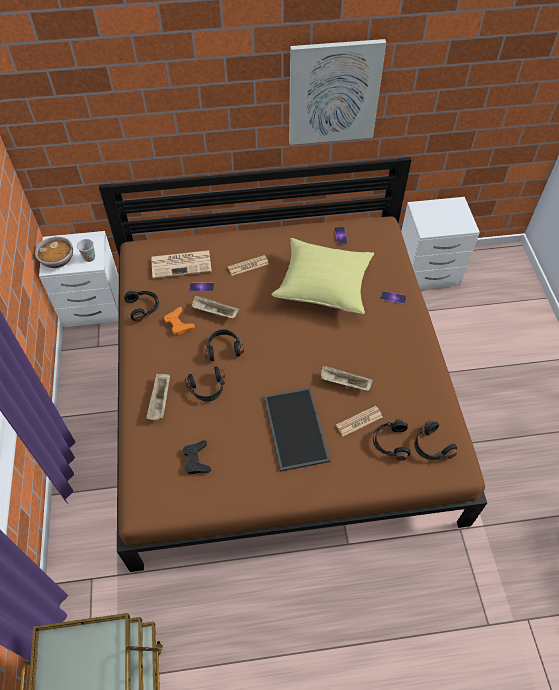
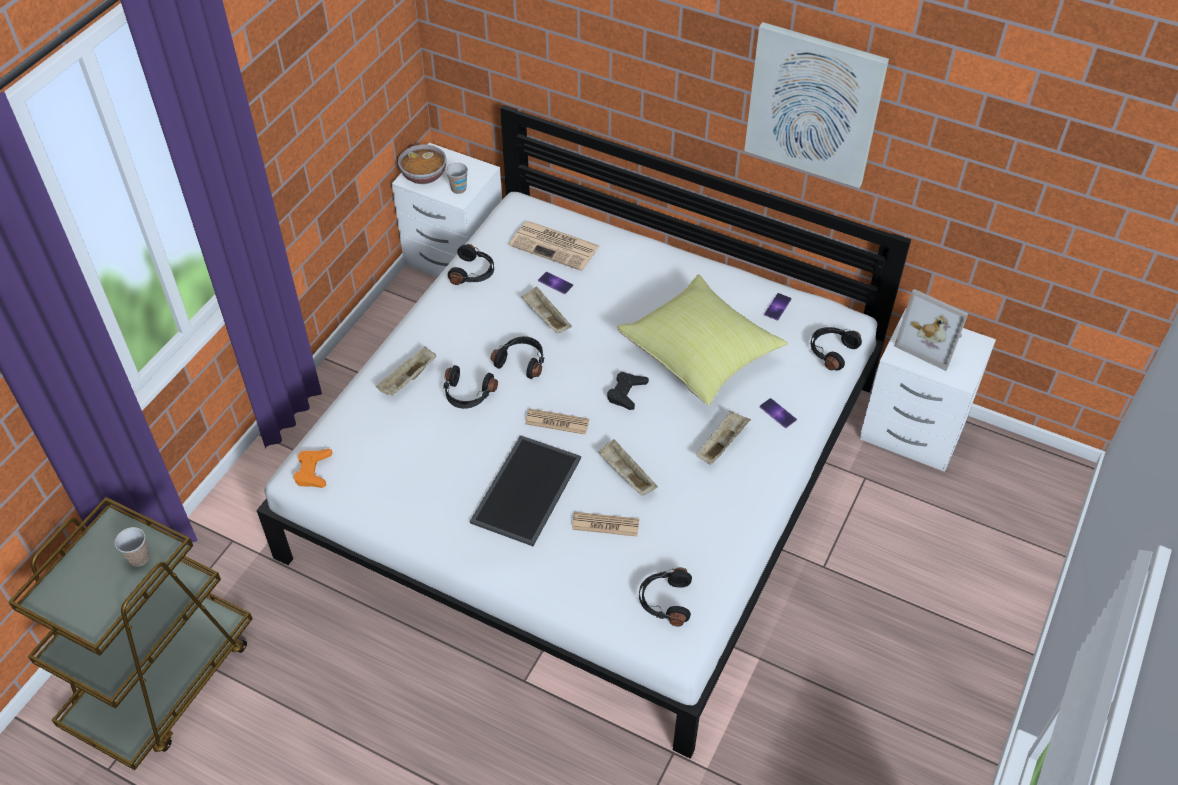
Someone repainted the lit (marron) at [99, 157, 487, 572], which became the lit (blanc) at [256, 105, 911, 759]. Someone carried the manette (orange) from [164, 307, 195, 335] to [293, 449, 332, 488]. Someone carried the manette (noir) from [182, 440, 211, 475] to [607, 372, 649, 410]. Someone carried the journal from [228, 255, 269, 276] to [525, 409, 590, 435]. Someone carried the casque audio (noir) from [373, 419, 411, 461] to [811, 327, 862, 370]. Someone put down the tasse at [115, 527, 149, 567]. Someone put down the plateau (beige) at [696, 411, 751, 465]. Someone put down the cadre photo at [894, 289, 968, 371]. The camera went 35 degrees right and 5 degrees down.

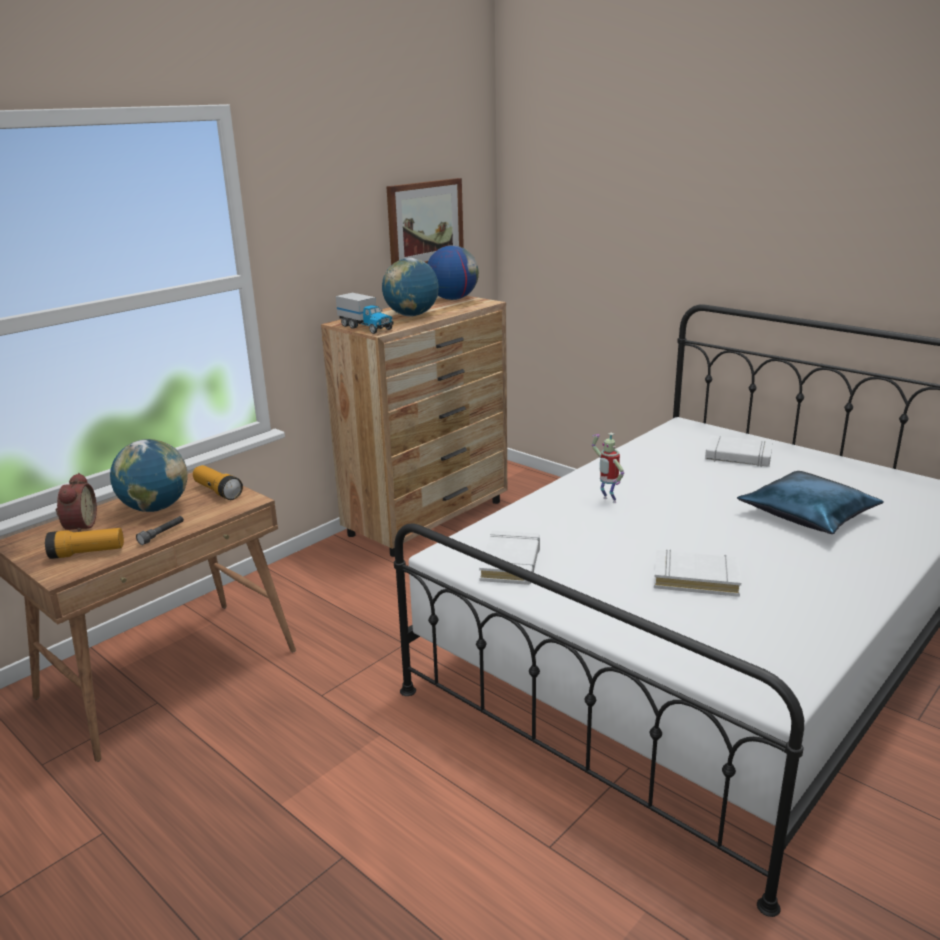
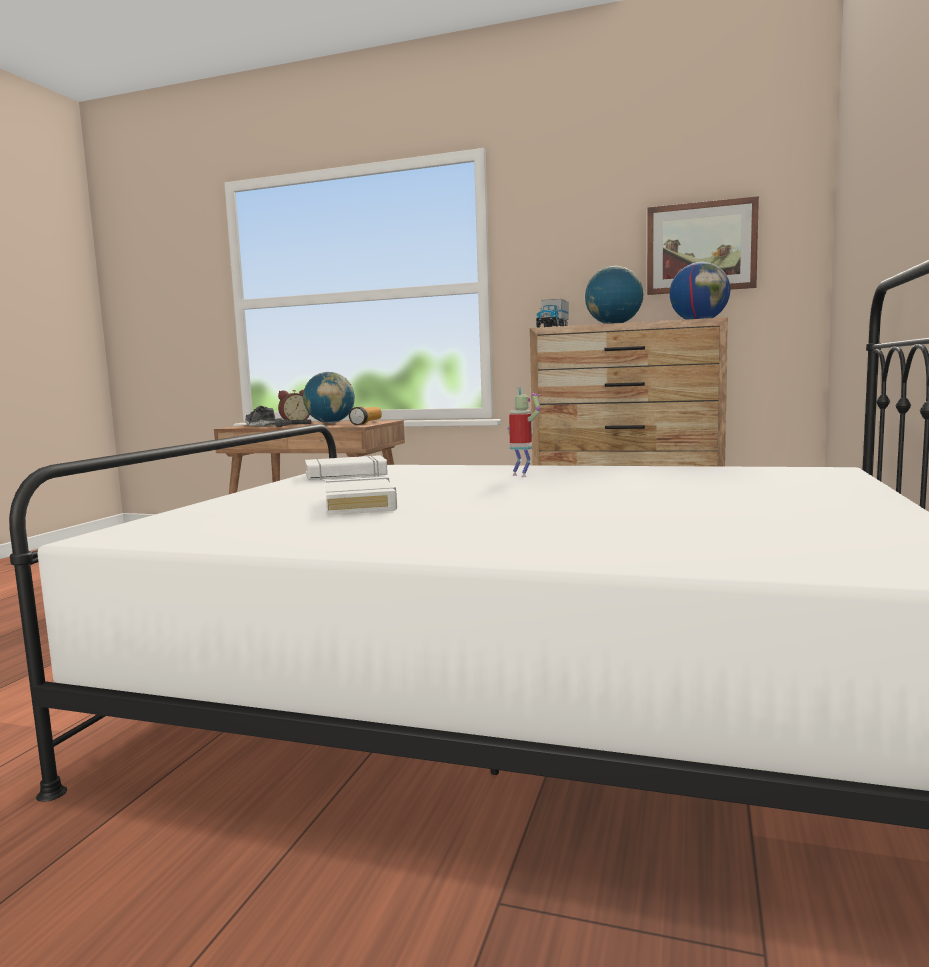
Someone swapped the lampe de poche at [45, 528, 124, 559] for the chaussure at [245, 406, 276, 427]. Someone rotated the robot jouet at [592, 433, 624, 503] by 120 degrees clockwise. Someone took away the livre (blanc) at [705, 435, 773, 467]. Someone took away the coussin (bleu) at [737, 471, 884, 534]. The camera went 65 degrees right and 15 degrees down.

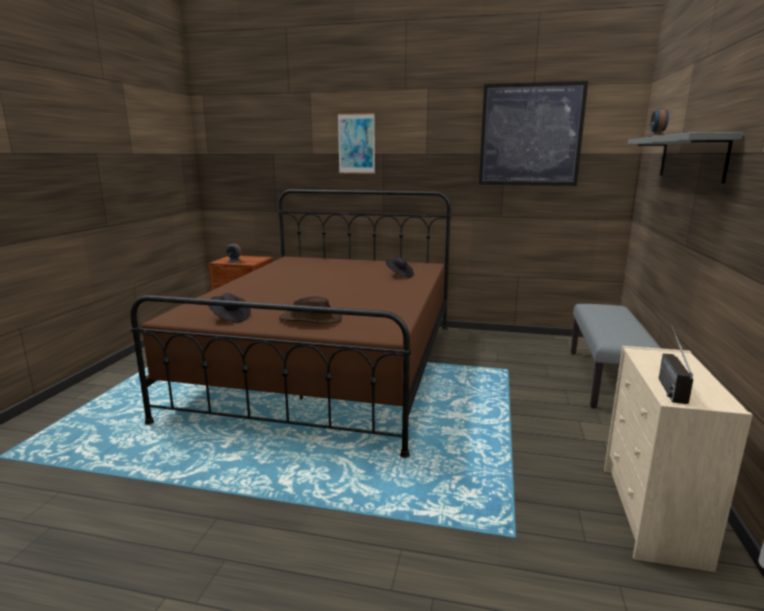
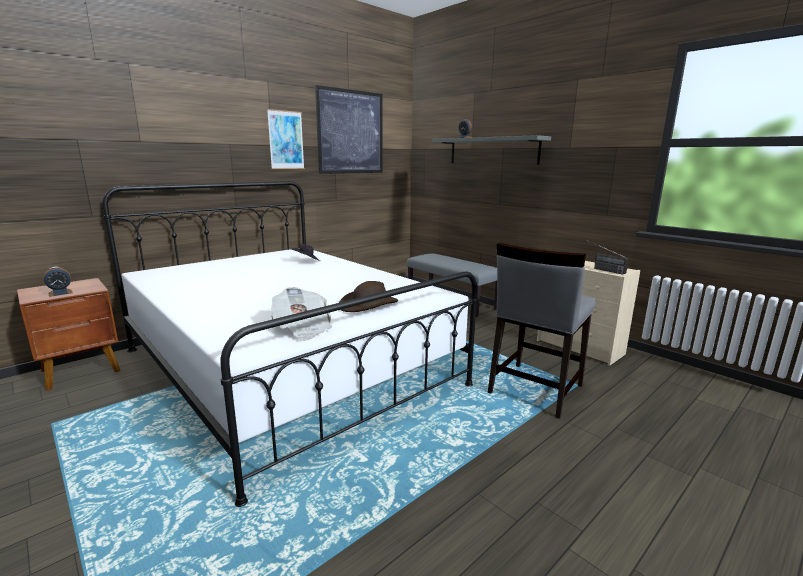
Someone repainted the lit (marron) at [130, 189, 451, 458], which became the lit (blanc) at [102, 181, 478, 507]. Someone swapped the chapeau (noir) at [208, 293, 251, 322] for the journal at [271, 287, 332, 341]. Someone carried the tableau from [338, 113, 375, 174] to [267, 109, 304, 169]. Someone put down the chaise (gris) at [488, 243, 596, 419]. The camera went 55 degrees left and 0 degrees up.

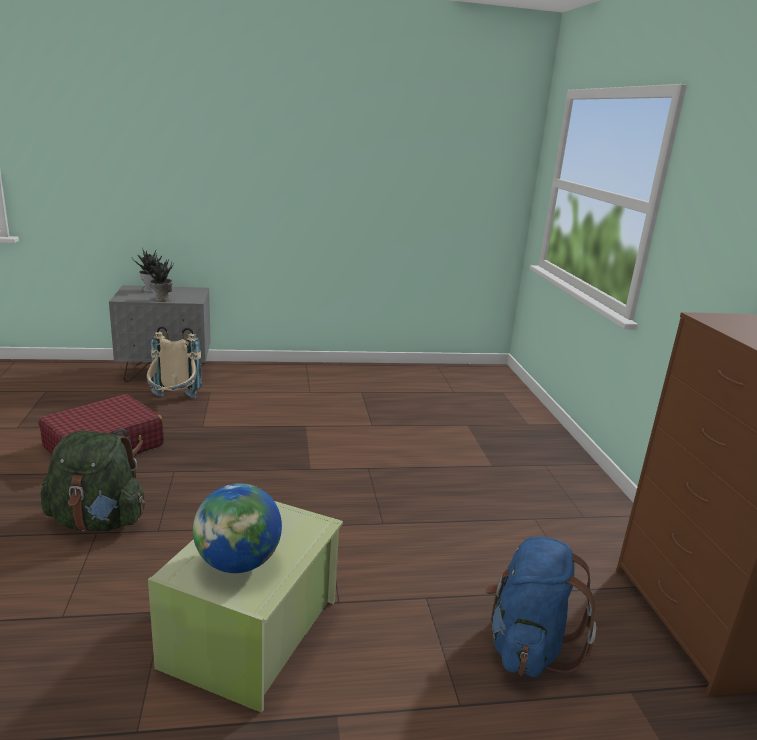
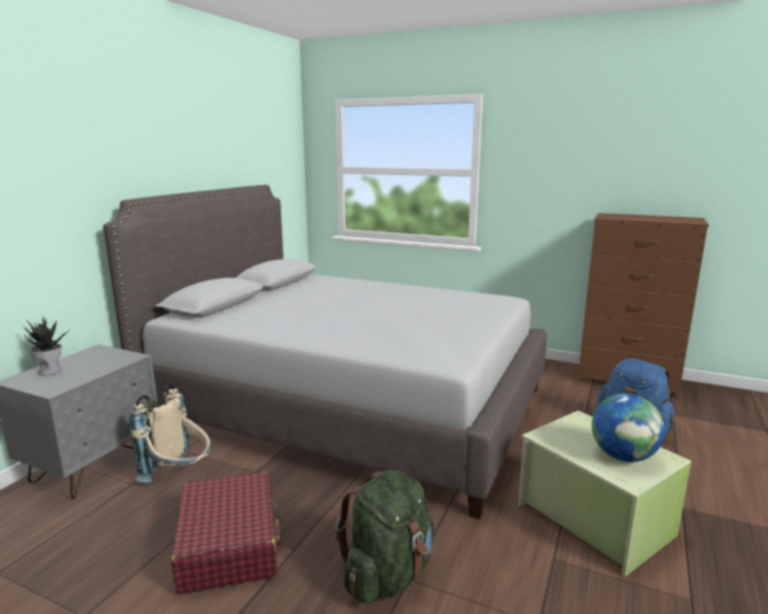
Someone took away the plante en pot at [142, 256, 173, 302]. Someone put down the lit (gris) at [103, 185, 547, 519]. The camera went 55 degrees left and 5 degrees down.

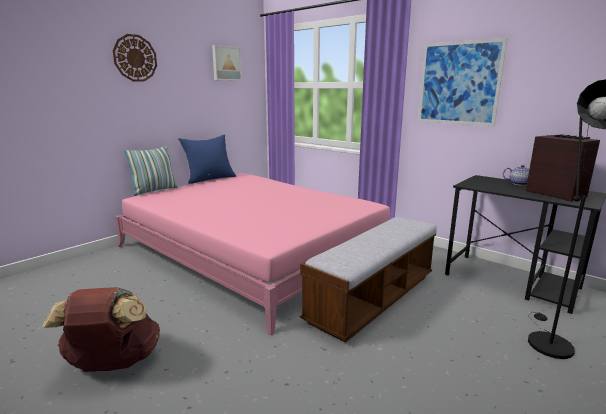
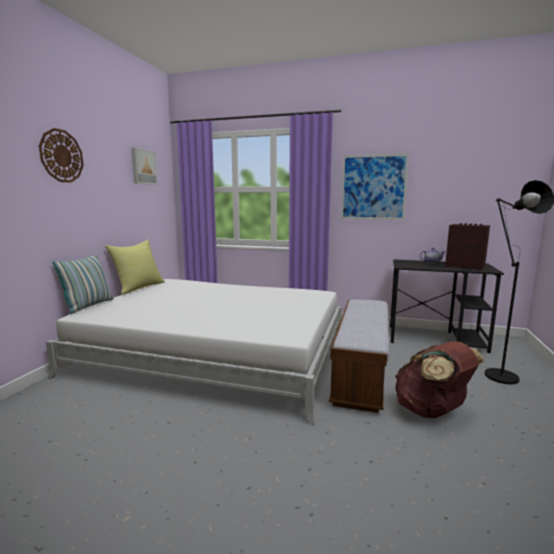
Someone carried the sac à dos (marron) from [43, 287, 160, 372] to [395, 341, 484, 418]. Someone repainted the lit (rose) at [115, 173, 390, 336], which became the lit (blanc) at [46, 279, 342, 425]. Someone repainted the coussin (bleu) at [179, 134, 236, 184], which became the coussin (jaune) at [105, 240, 165, 294]. The camera went 25 degrees left and 5 degrees down.

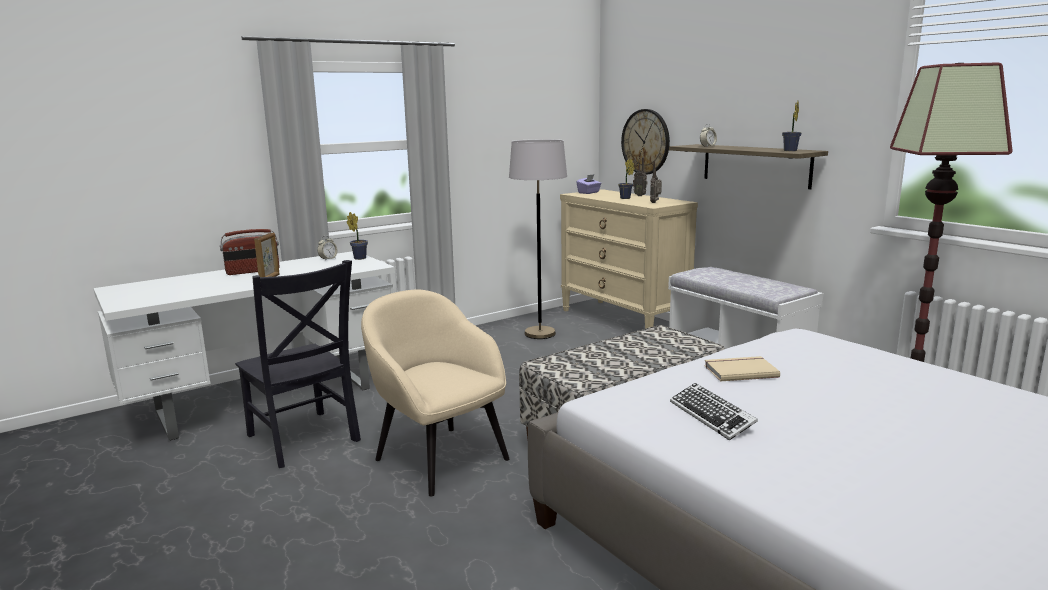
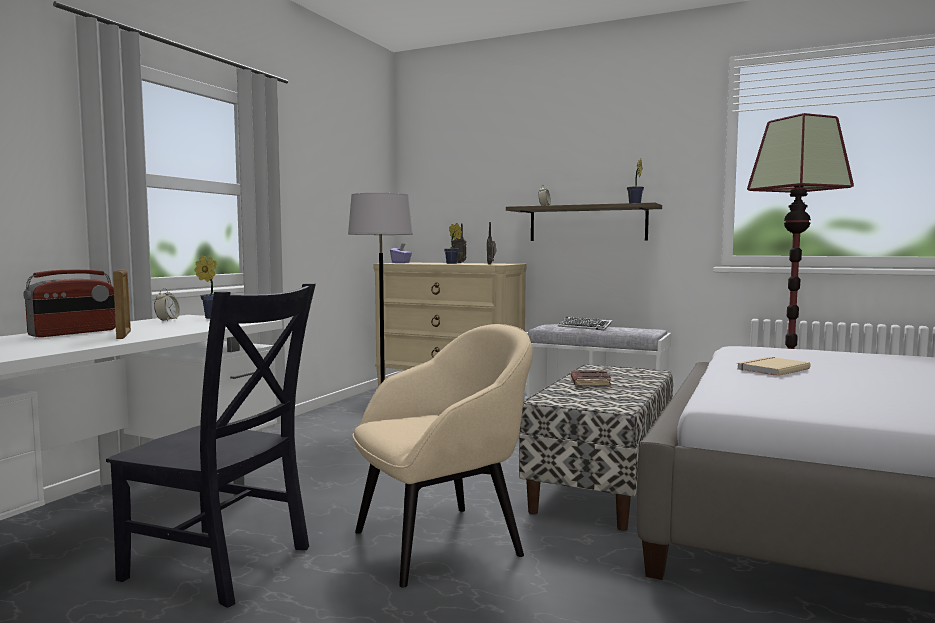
Someone rotated the fauteuil (beige) at [361, 290, 510, 497] by 135 degrees clockwise. Someone took away the horloge murale at [621, 109, 670, 175]. Someone carried the clavier from [670, 383, 758, 441] to [558, 316, 613, 330]. Someone put down the livre (marron) at [571, 370, 611, 386]. The camera went 30 degrees left and 10 degrees down.

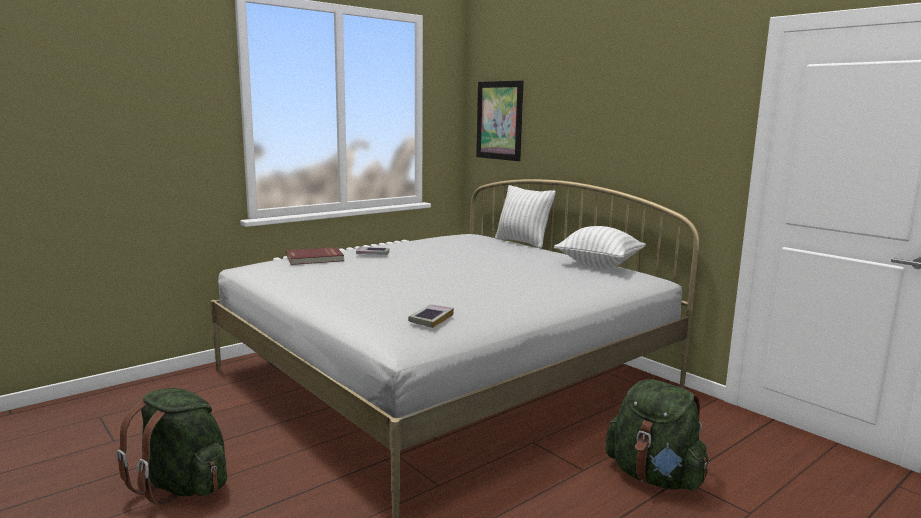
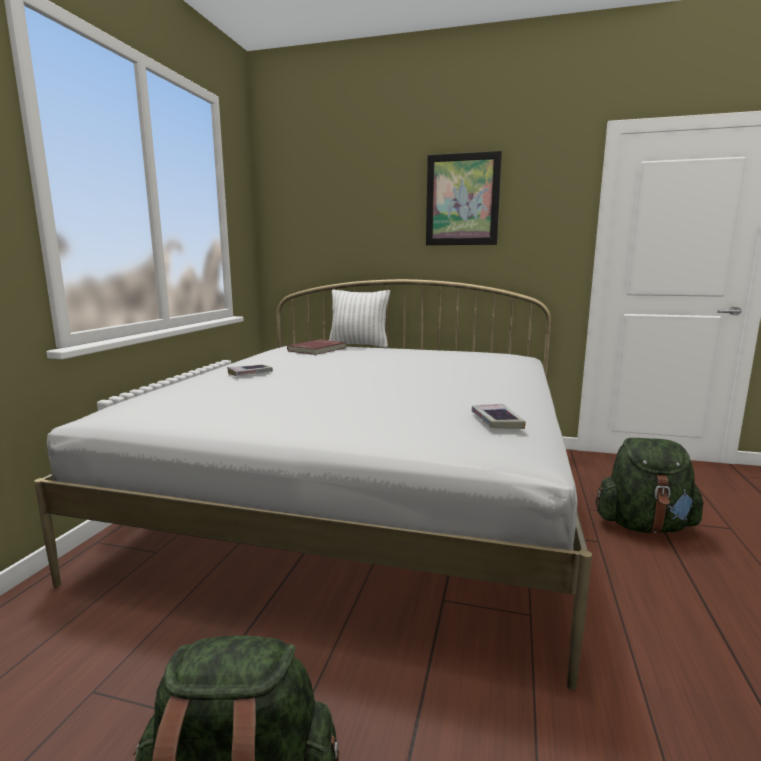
Someone carried the livre (rouge) from [286, 247, 344, 265] to [287, 339, 346, 355]. Someone carried the tableau from [476, 80, 523, 161] to [426, 151, 502, 245]. Someone took away the coussin (blanc) at [554, 226, 646, 268]. The camera went 35 degrees left and 0 degrees up.

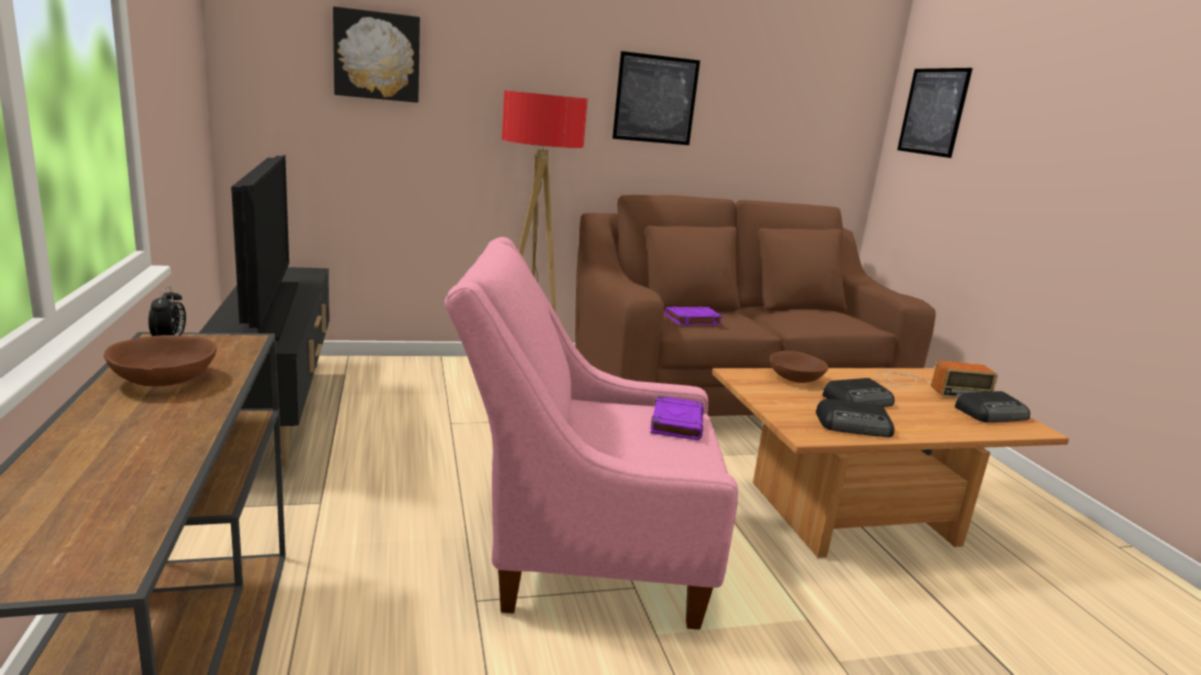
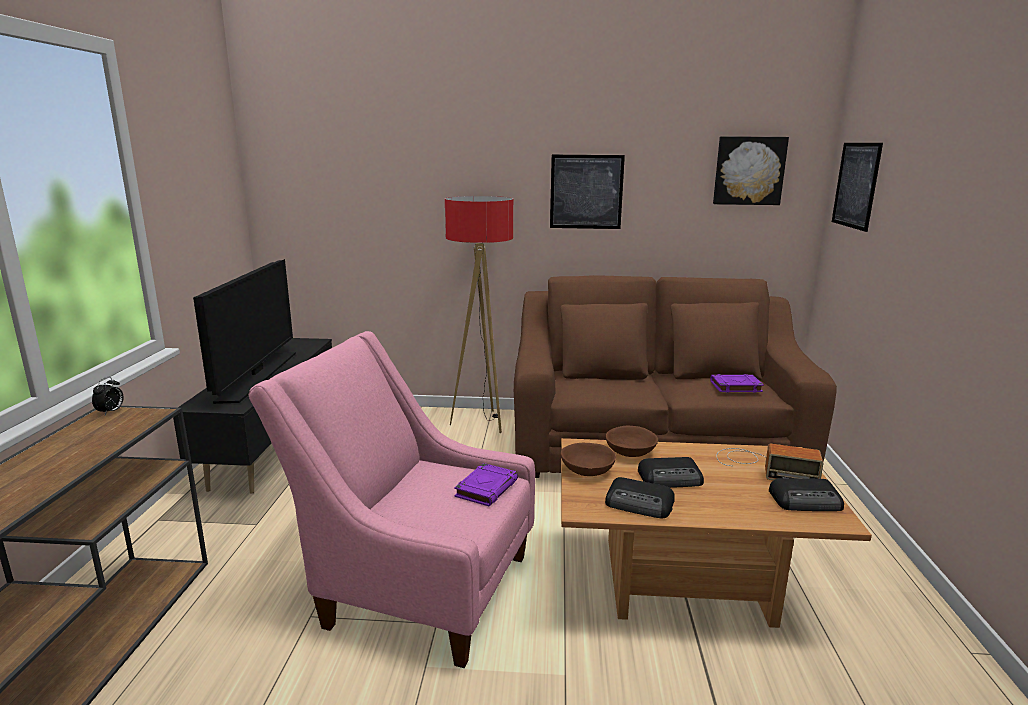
Someone carried the bol (marron) from [104, 335, 217, 386] to [561, 443, 616, 476]. Someone carried the tableau from [333, 6, 420, 103] to [713, 136, 789, 205]. Someone carried the livre (violet) from [665, 306, 723, 325] to [710, 374, 764, 392]. The camera went 20 degrees right and 0 degrees up.

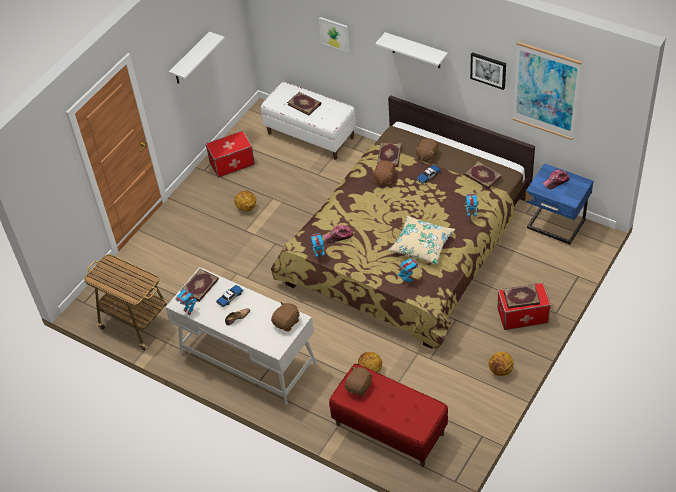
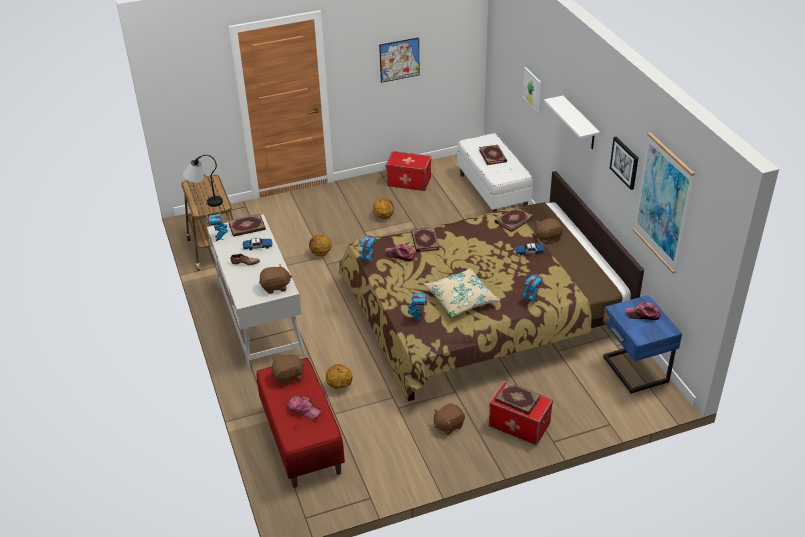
Someone swapped the étagère (blanc) at [169, 31, 225, 84] for the tableau at [379, 37, 420, 83]. Someone carried the peluche (marron) from [372, 160, 395, 185] to [434, 403, 465, 435]. Someone carried the livre from [464, 161, 502, 189] to [411, 227, 439, 252]. Someone carried the ballon de basket from [489, 352, 514, 376] to [309, 234, 332, 257]. Someone put down the lampe de table at [183, 155, 223, 207]. Someone put down the casquette at [287, 396, 322, 419]. The camera went 35 degrees right and 10 degrees down.

